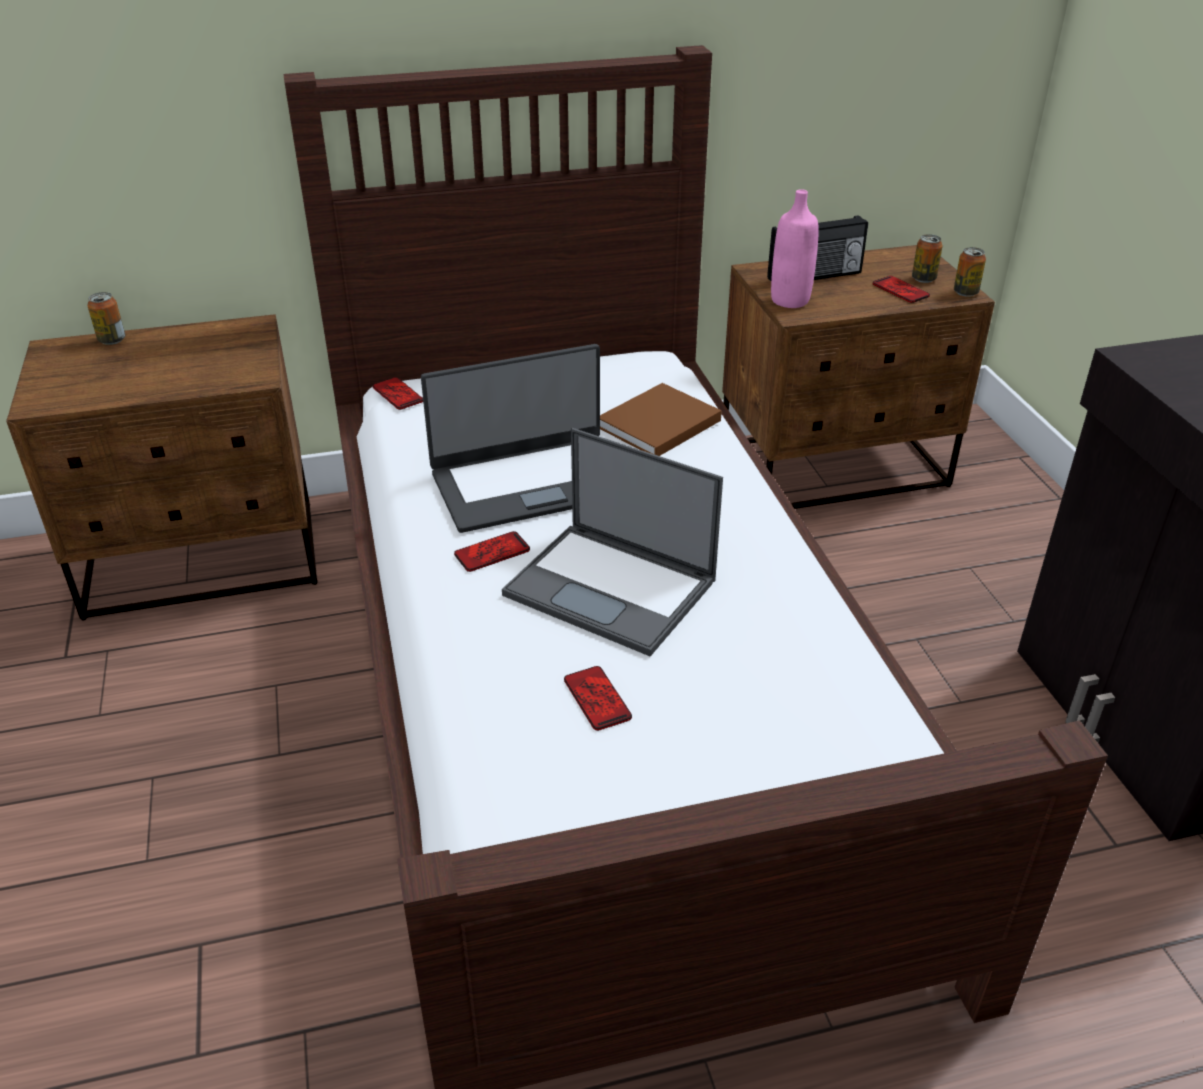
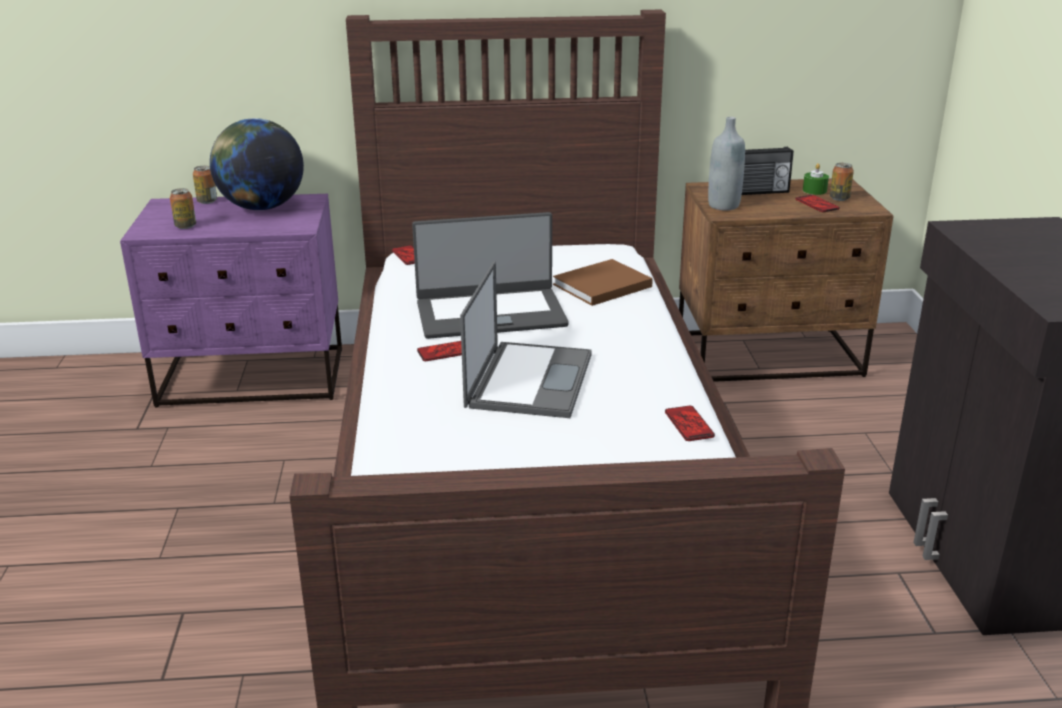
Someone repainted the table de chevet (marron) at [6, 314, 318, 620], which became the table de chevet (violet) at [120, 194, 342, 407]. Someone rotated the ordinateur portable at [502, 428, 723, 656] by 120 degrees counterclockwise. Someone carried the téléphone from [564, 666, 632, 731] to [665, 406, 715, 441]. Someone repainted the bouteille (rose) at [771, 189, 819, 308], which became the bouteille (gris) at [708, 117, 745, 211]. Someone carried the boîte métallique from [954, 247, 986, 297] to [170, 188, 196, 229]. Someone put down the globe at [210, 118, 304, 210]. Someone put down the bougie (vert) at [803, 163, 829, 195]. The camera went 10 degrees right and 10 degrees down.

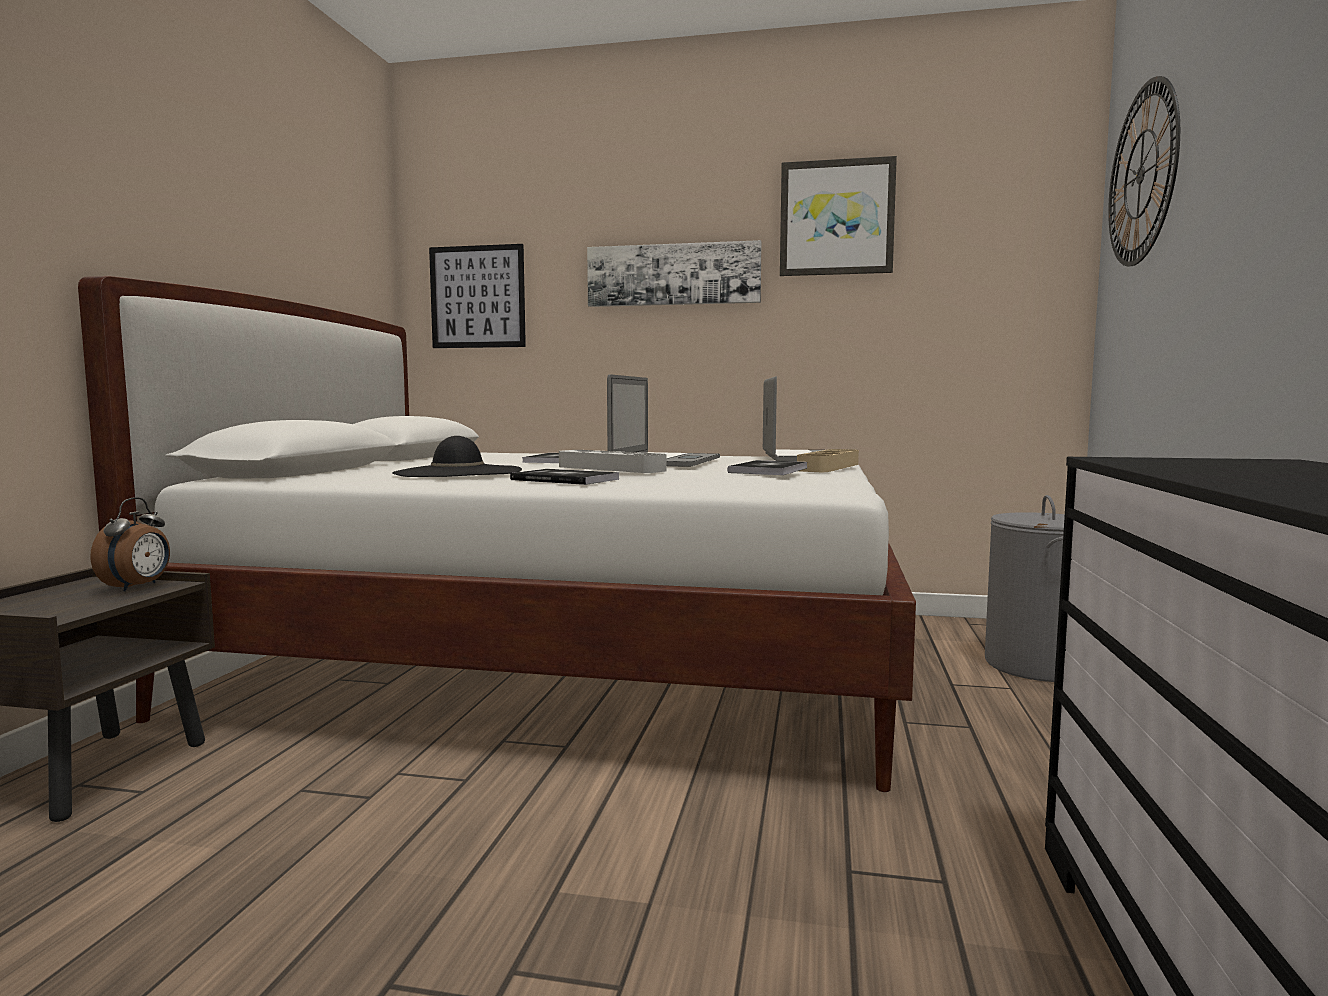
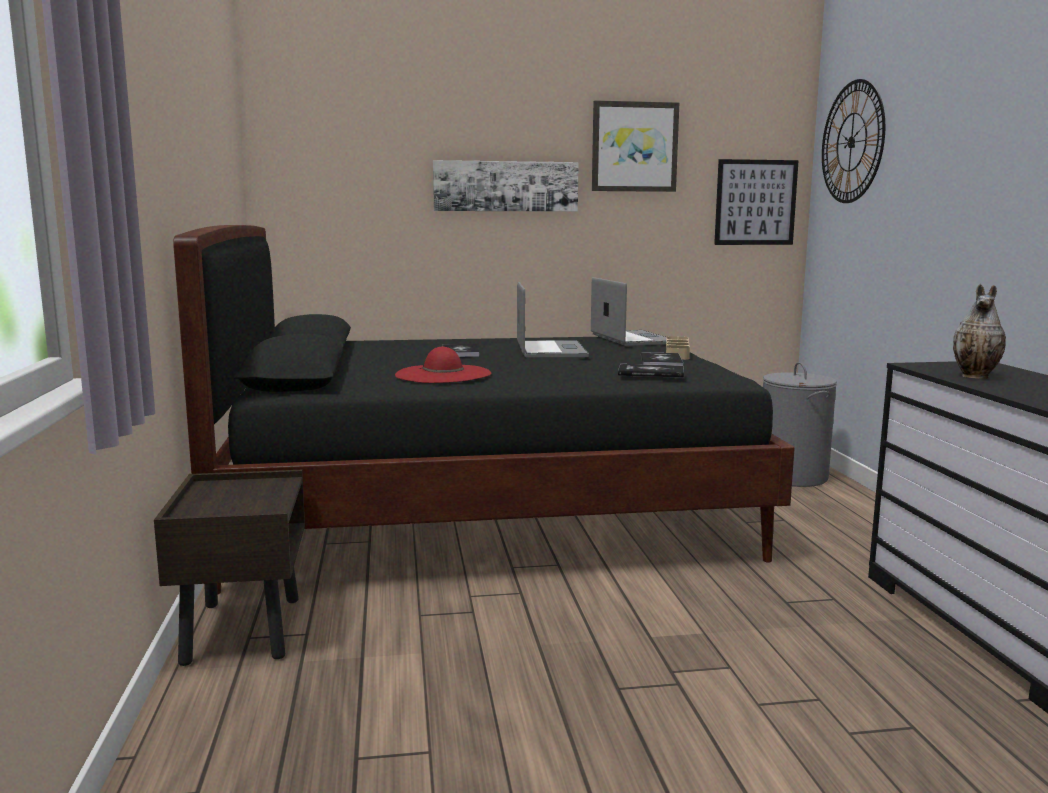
Someone repainted the lit (blanc) at [78, 276, 916, 792], which became the lit (noir) at [173, 225, 795, 594]. Someone took away the réveil at [90, 497, 170, 591]. Someone repainted the chapeau (noir) at [392, 436, 522, 477], which became the chapeau (rouge) at [395, 347, 491, 383]. Someone carried the tableau from [429, 244, 526, 348] to [714, 159, 799, 245]. Someone carried the livre from [510, 469, 619, 485] to [618, 364, 684, 378]. Someone took away the plateau (gris) at [559, 450, 667, 473]. Someone put down the vase at [953, 284, 1006, 379]. The camera went 20 degrees left and 5 degrees up.

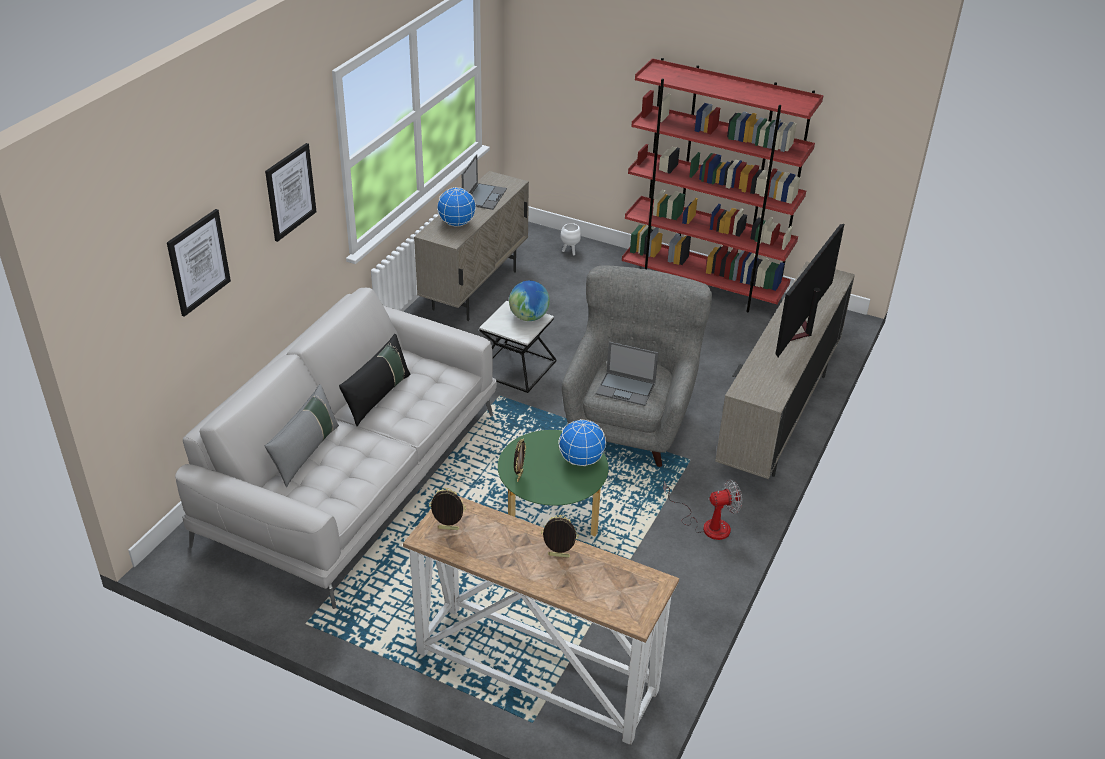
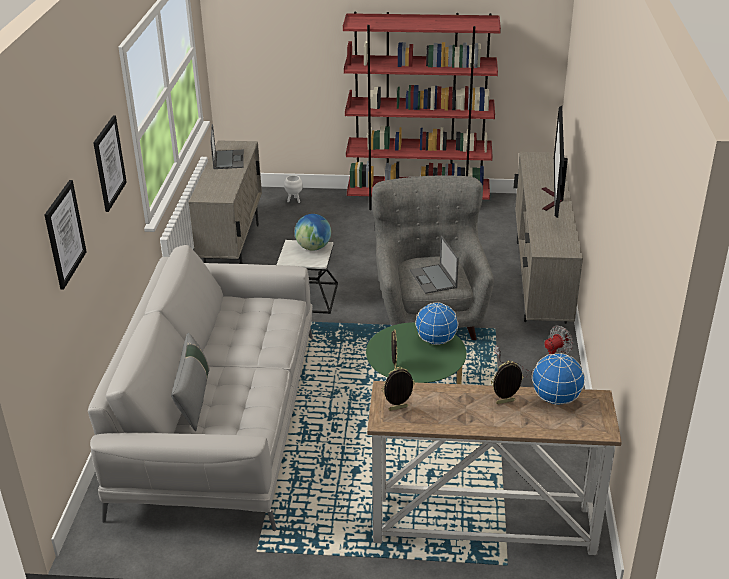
Someone took away the coussin (noir) at [339, 334, 411, 426]. Someone carried the globe from [437, 187, 476, 227] to [532, 353, 585, 405]. Someone rotated the ordinateur portable at [596, 341, 658, 406] by 75 degrees clockwise. The camera went 20 degrees left and 5 degrees down.

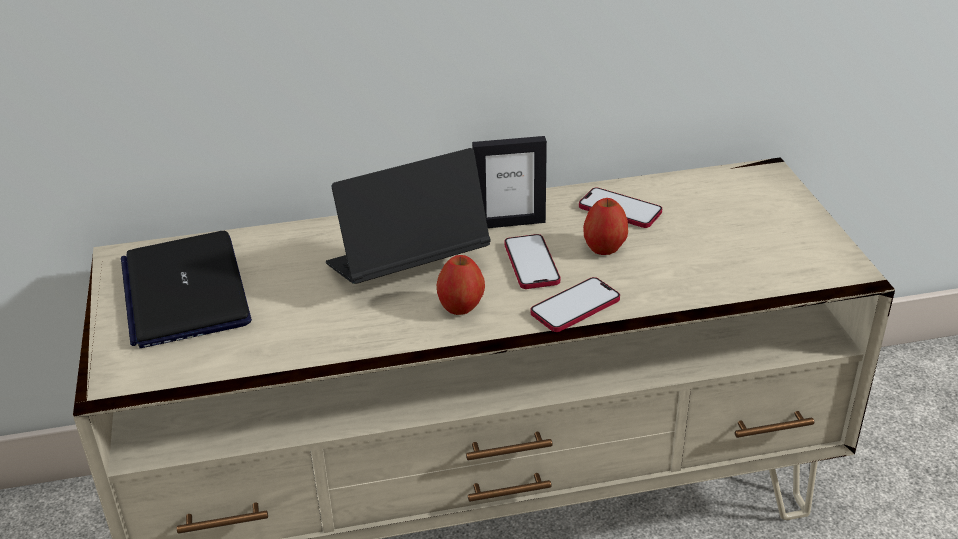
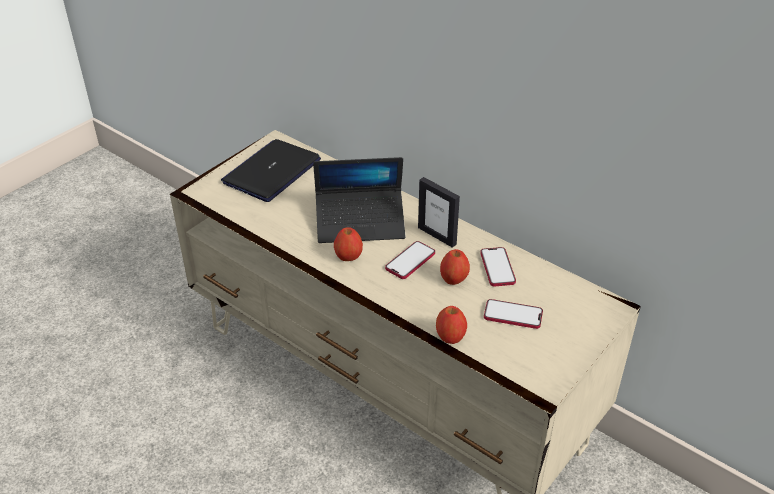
Someone rotated the ordinateur portable at [326, 148, 491, 284] by 150 degrees clockwise. Someone carried the téléphone from [531, 277, 620, 332] to [484, 299, 543, 329]. Someone put down the pomme at [436, 306, 467, 344]. The camera went 50 degrees right and 5 degrees up.

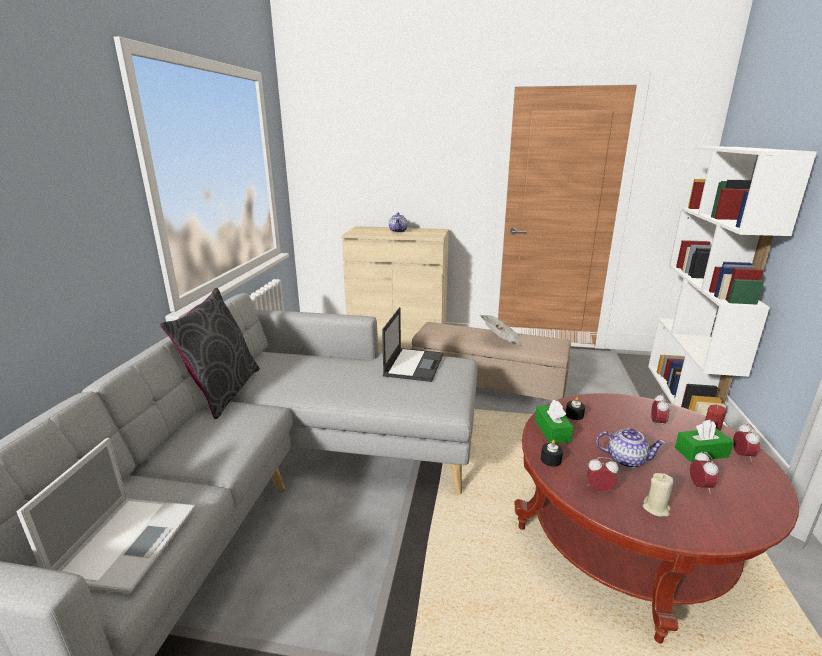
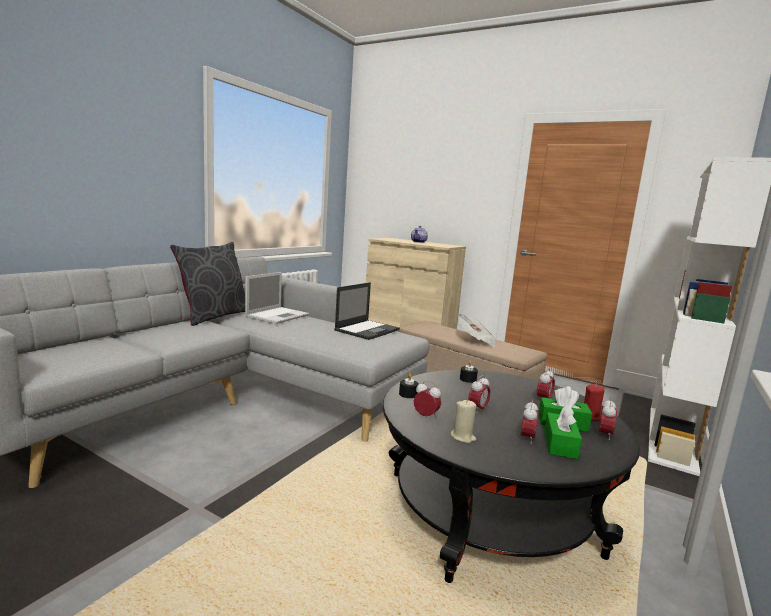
Someone carried the ordinateur portable from [17, 438, 195, 594] to [245, 272, 309, 324]. Someone repainted the table basse (rouge) at [515, 393, 799, 644], which became the table basse (noir) at [383, 370, 640, 583]. Someone carried the boîte à mouchoirs (vert) from [535, 400, 573, 443] to [544, 405, 582, 459]. Someone swapped the théière at [596, 429, 666, 468] for the réveil at [468, 375, 491, 413]. The camera went 20 degrees right and 10 degrees down.

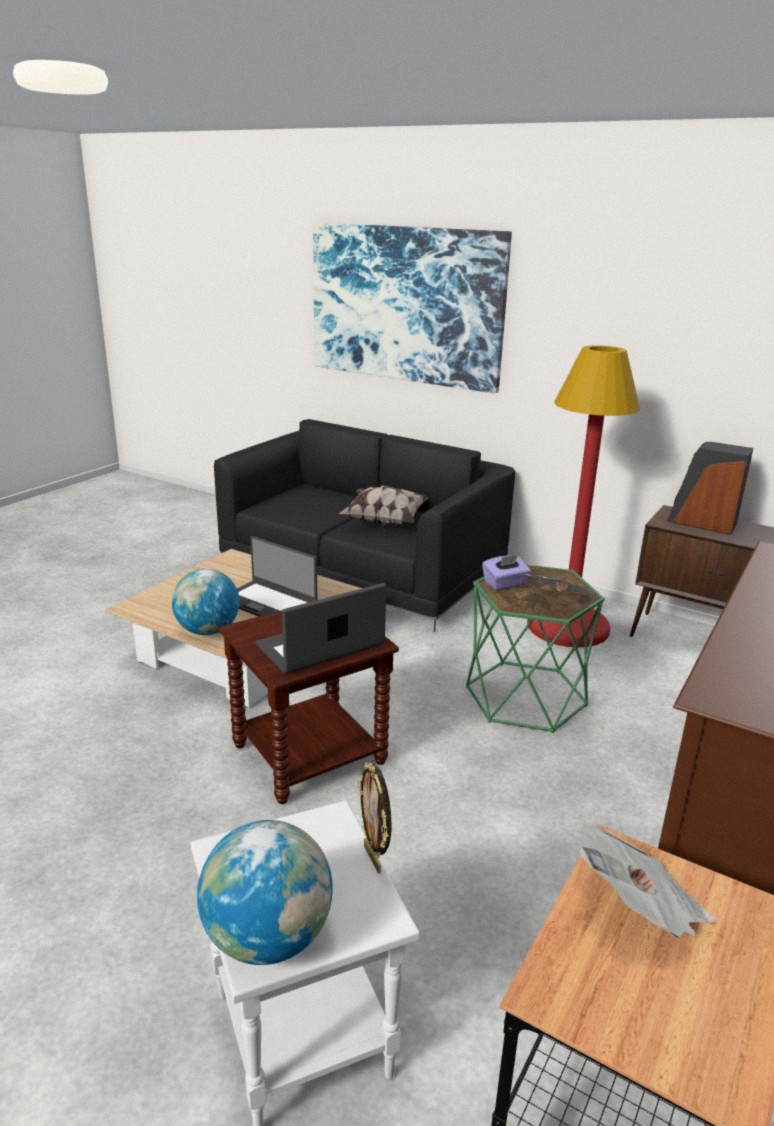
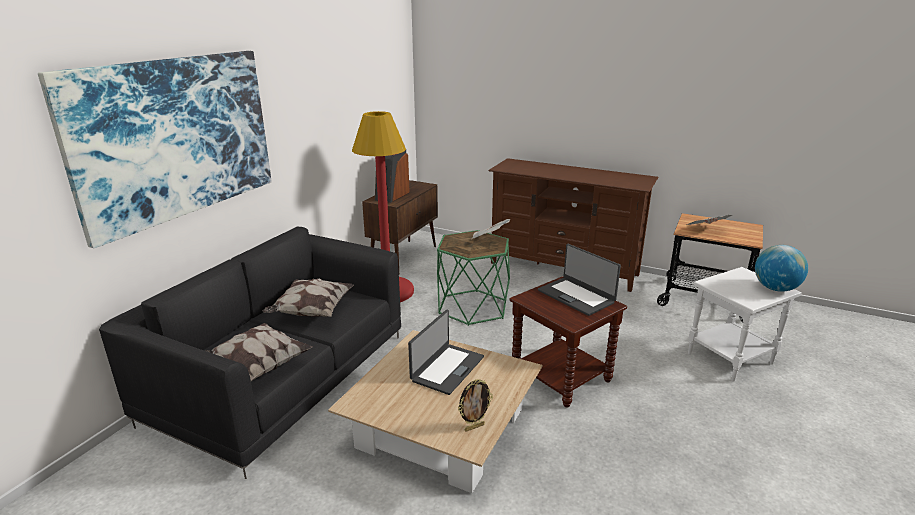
Someone took away the globe at [172, 569, 240, 635]. Someone carried the cadre photo from [358, 762, 391, 873] to [458, 379, 493, 432]. Someone took away the boîte à mouchoirs (violet) at [482, 555, 531, 590]. Someone put down the coussin at [205, 323, 312, 381]. The camera went 95 degrees left and 0 degrees up.

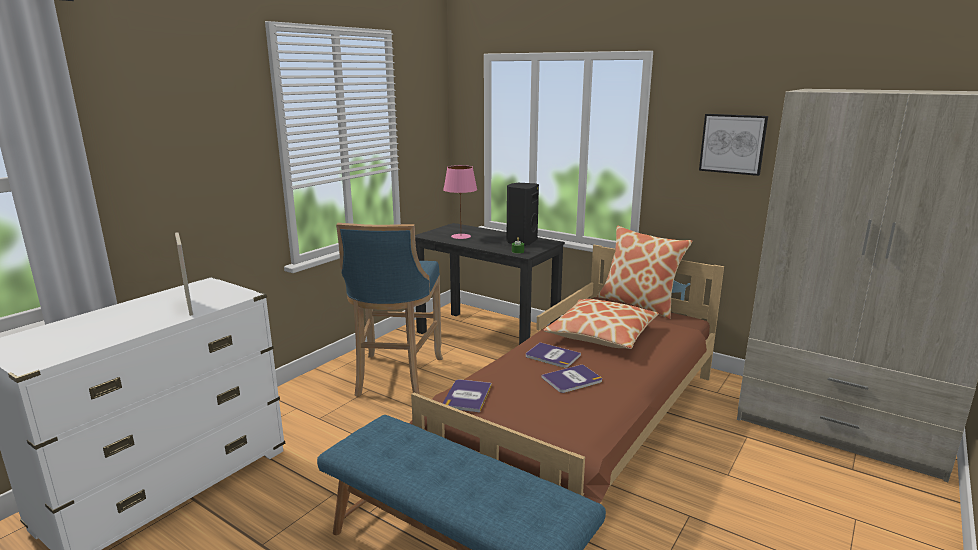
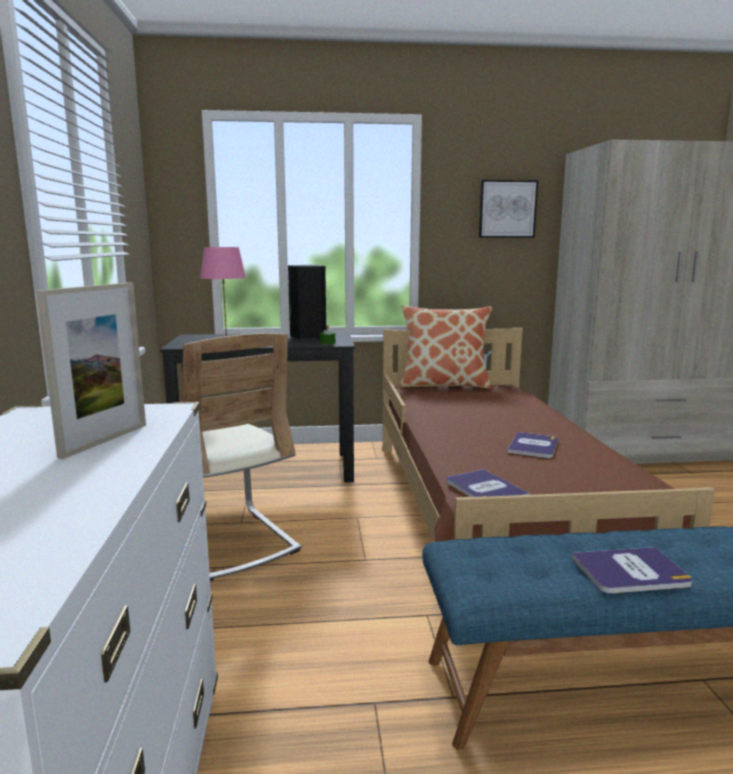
Someone rotated the cadre photo at [175, 232, 193, 316] by 90 degrees clockwise. Someone swapped the tabouret (bleu) at [336, 223, 443, 397] for the chaise (beige) at [181, 333, 302, 581]. Someone carried the livre from [526, 342, 581, 368] to [571, 547, 692, 594]. Someone took away the coussin at [543, 299, 659, 349]. The camera went 40 degrees left and 5 degrees down.

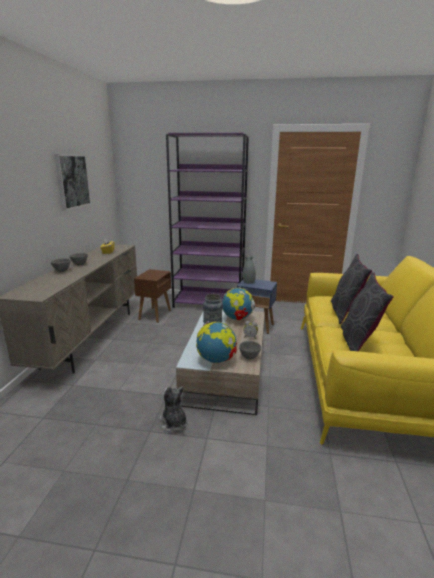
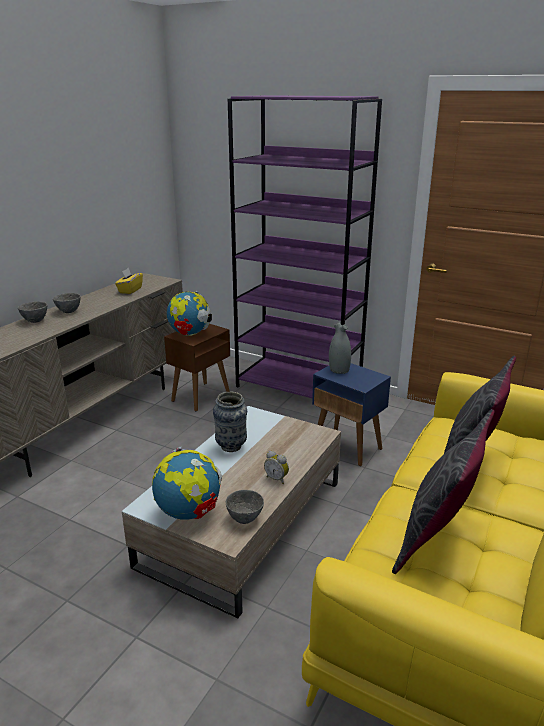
Someone took away the tableau at [54, 154, 91, 211]. Someone took away the peluche at [159, 386, 188, 432]. Someone carried the globe from [222, 287, 255, 320] to [167, 291, 212, 336]. The camera went 20 degrees right and 5 degrees up.

